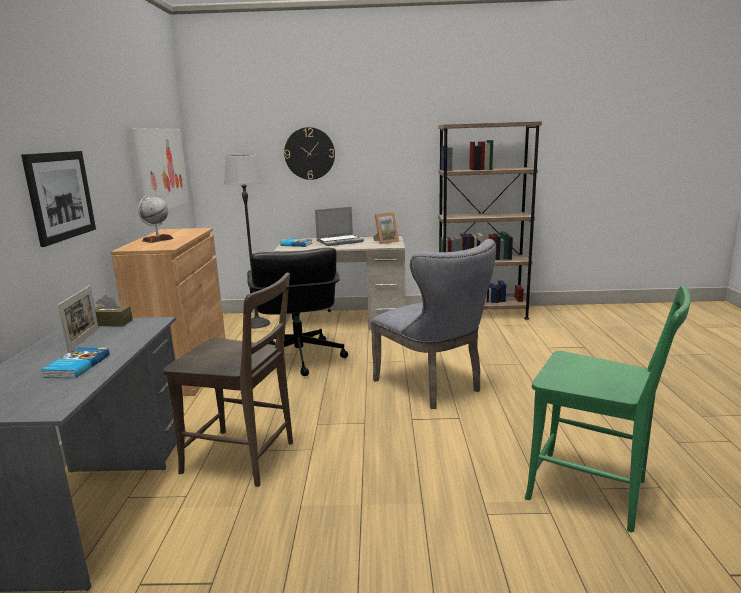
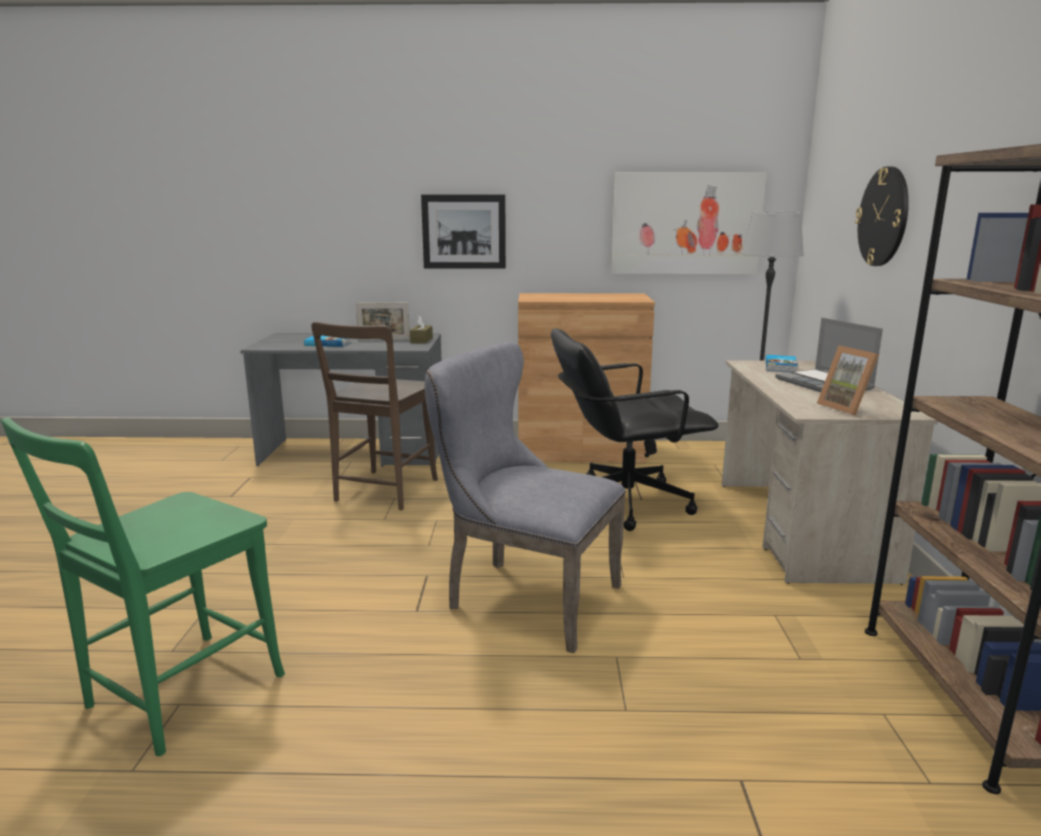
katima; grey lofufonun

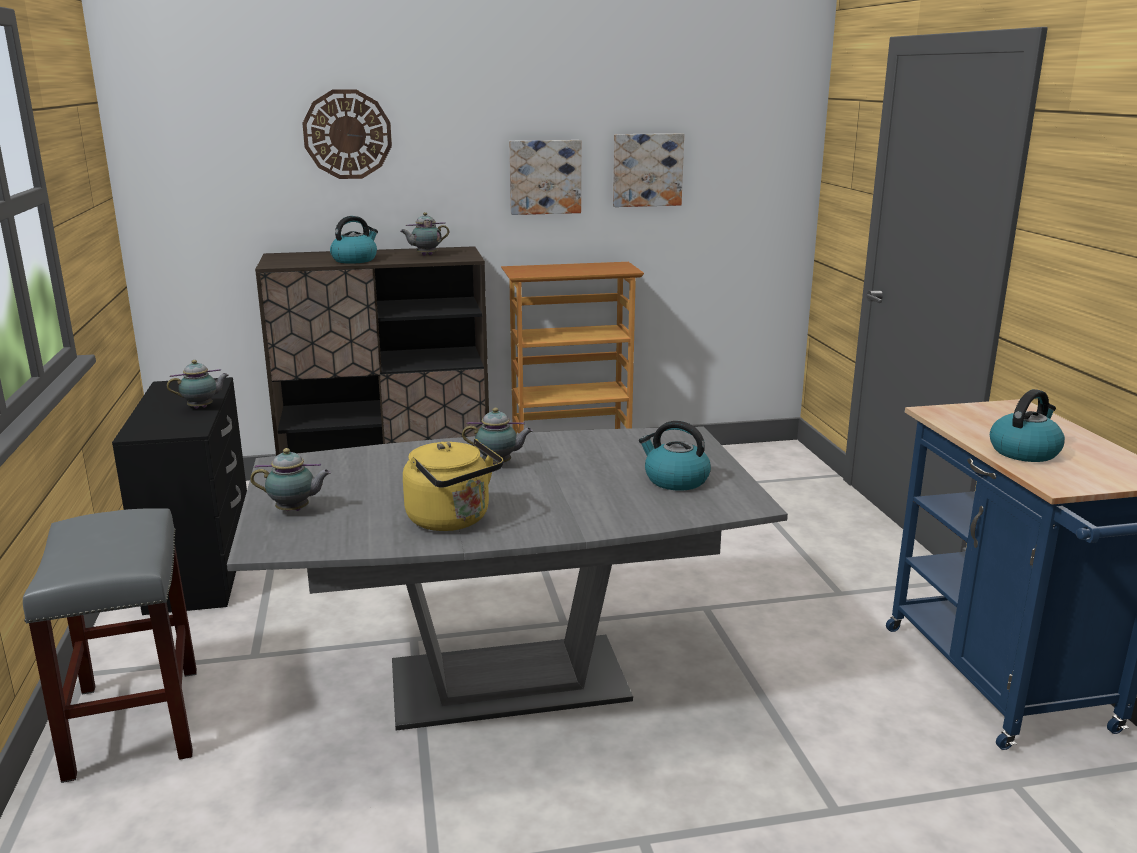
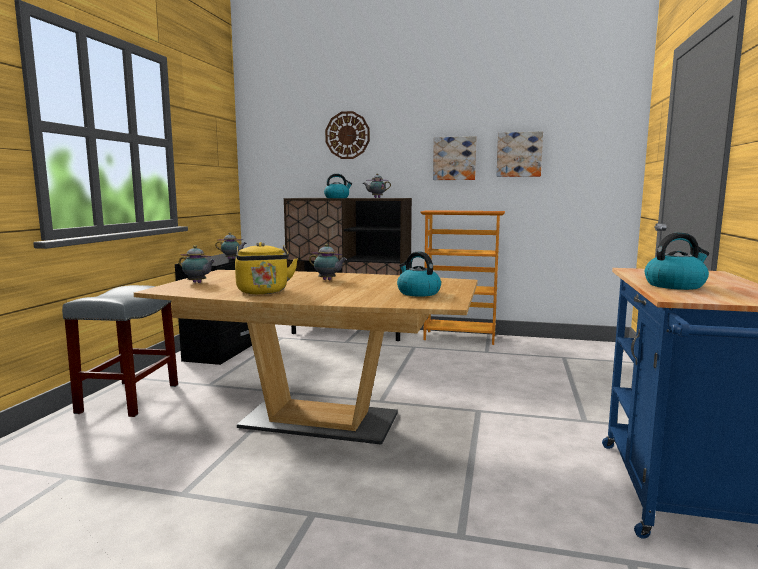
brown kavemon

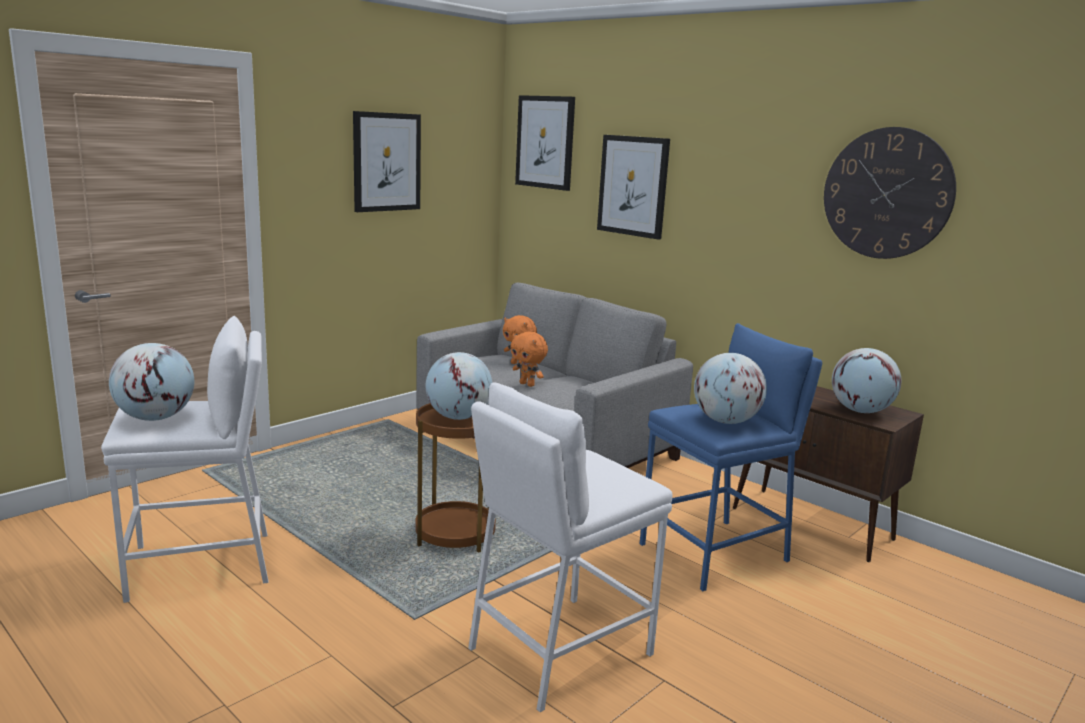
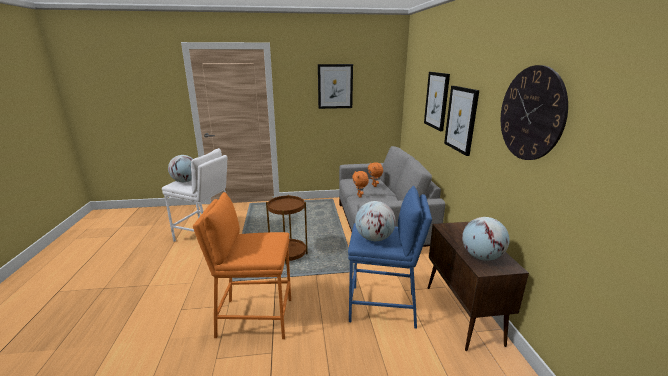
katima (no. 2 from left in the first image); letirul (no. 3 from left); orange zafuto

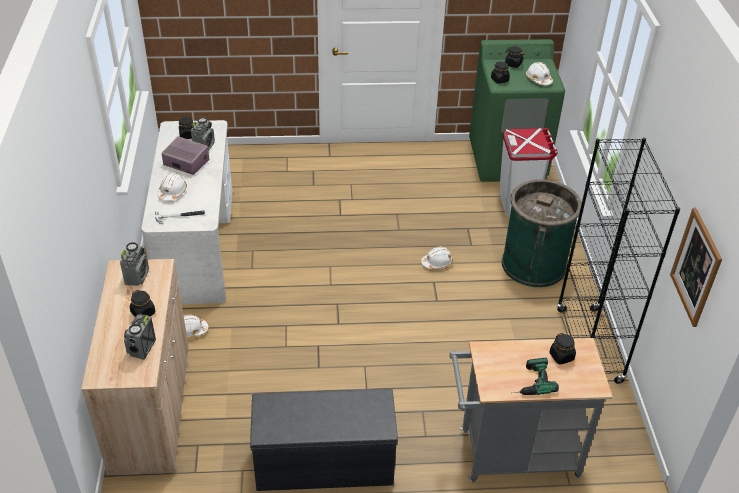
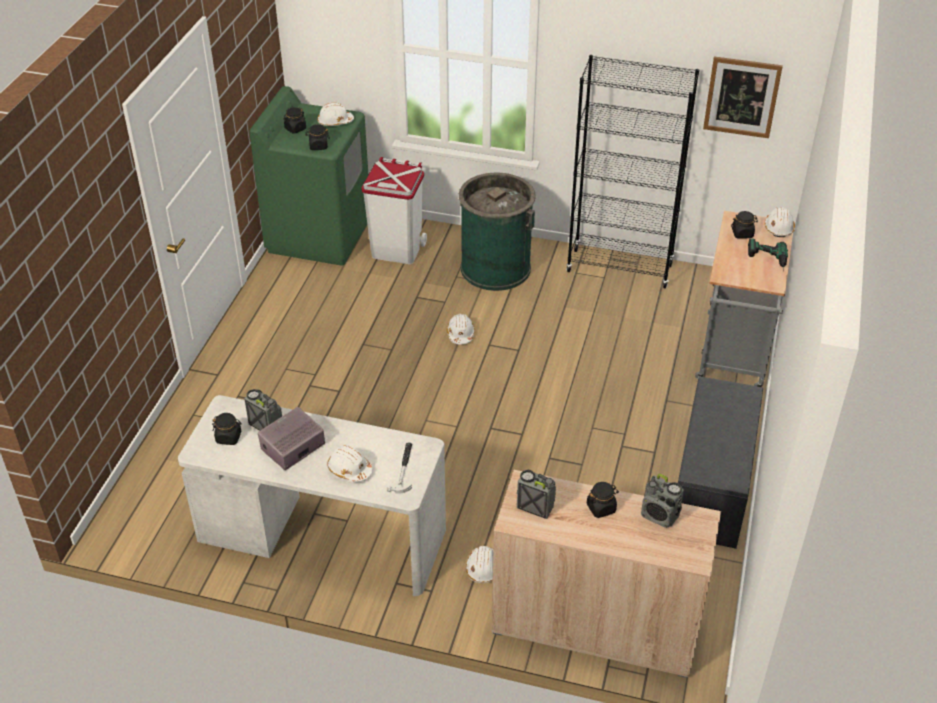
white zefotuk (no. 5 from left)

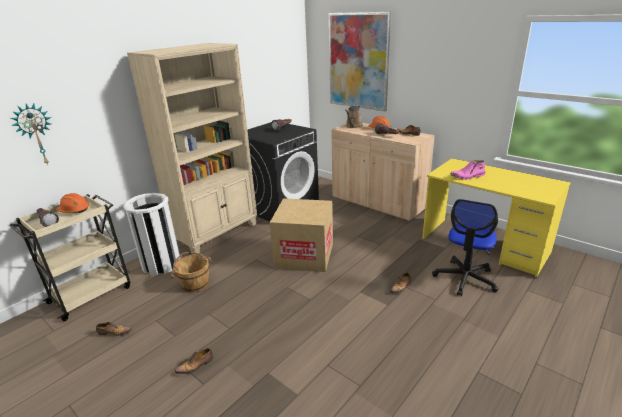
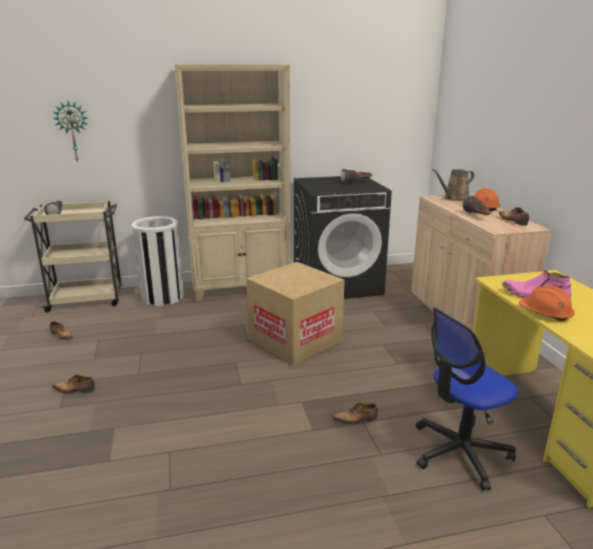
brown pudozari; letirul; orange zefotuk (no. 2 from left)

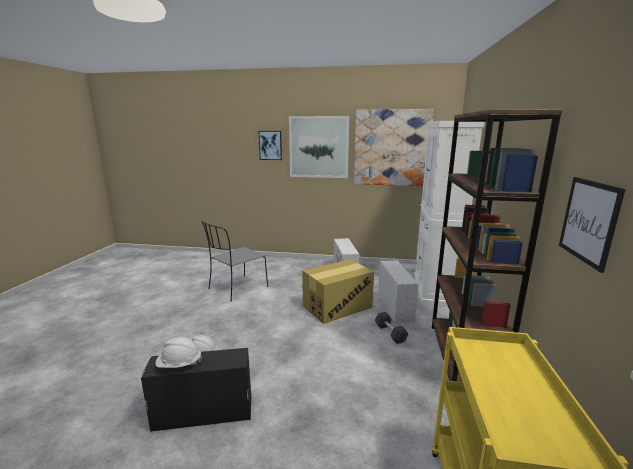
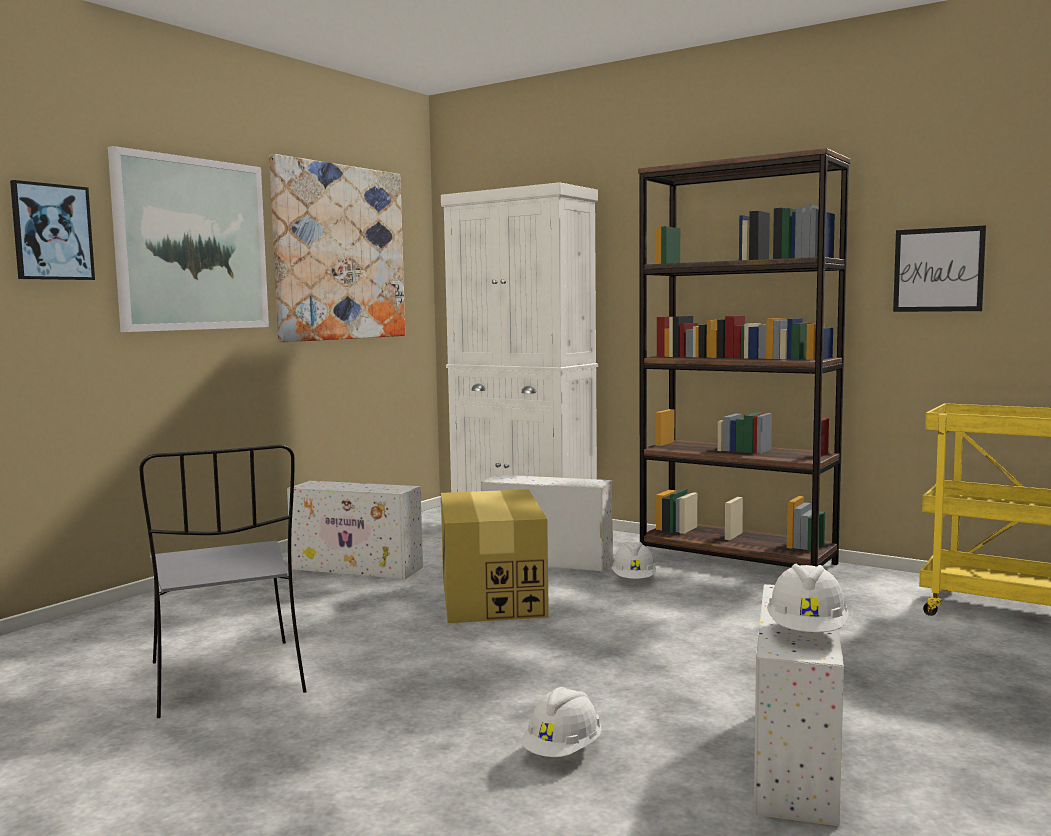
white zefotuk (no. 2 from left); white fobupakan (no. 3 from left)

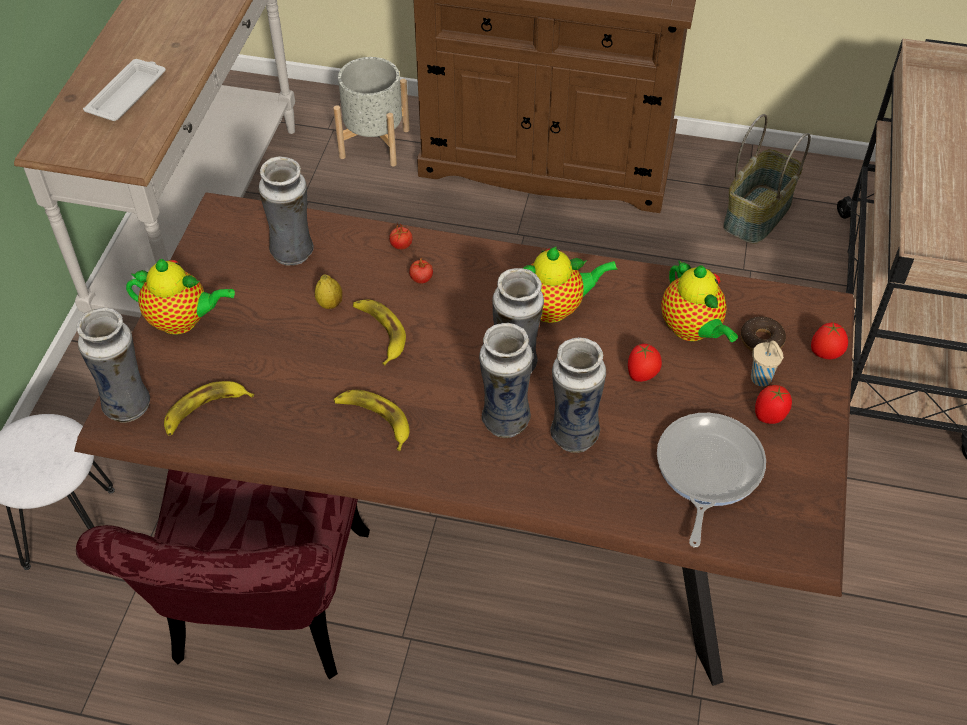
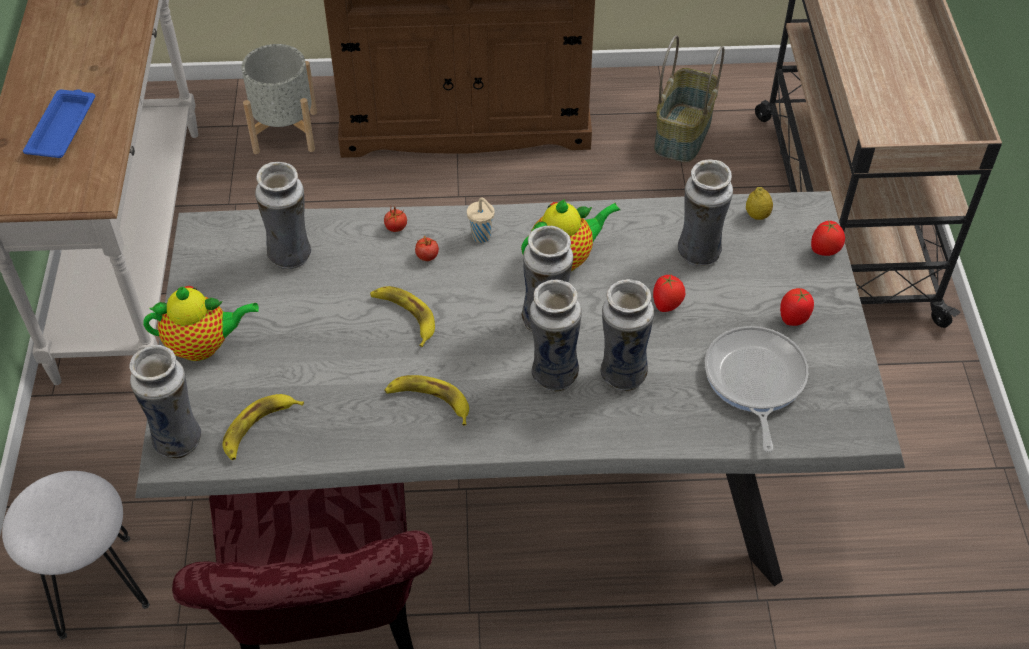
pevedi; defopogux; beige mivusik; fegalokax (no. 6 from left); grey kavemon; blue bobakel

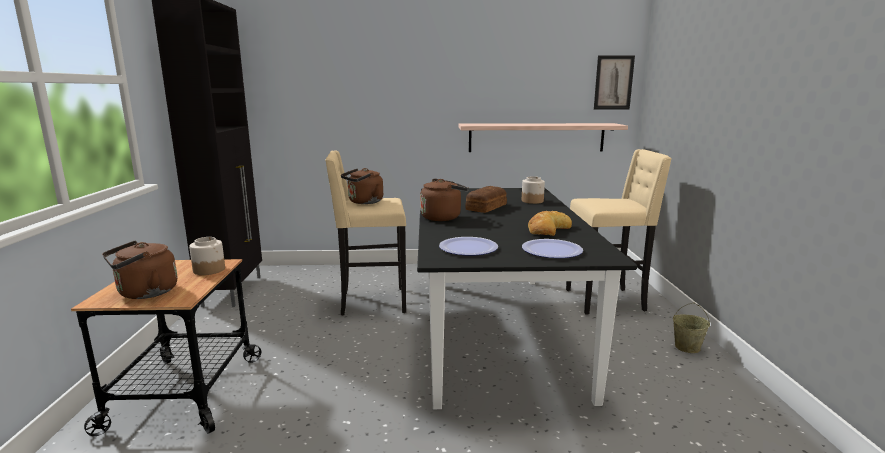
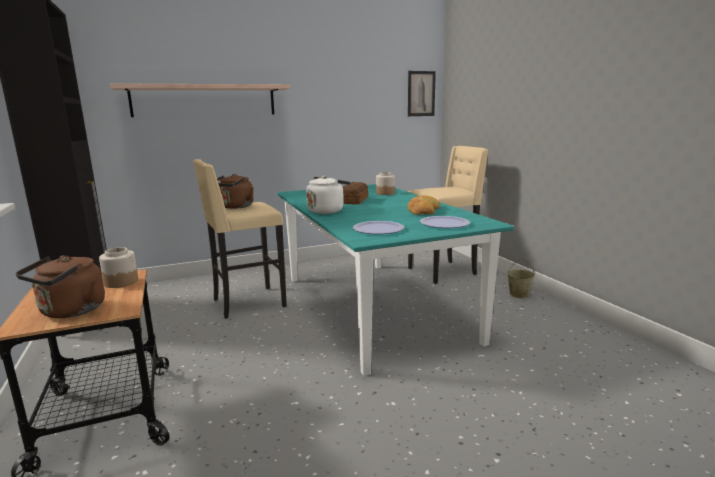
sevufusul; turquoise kavemon; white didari

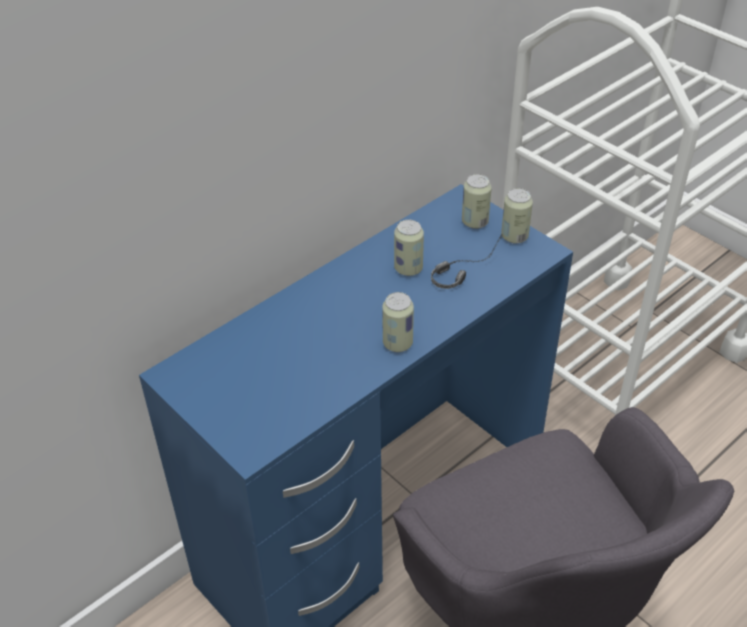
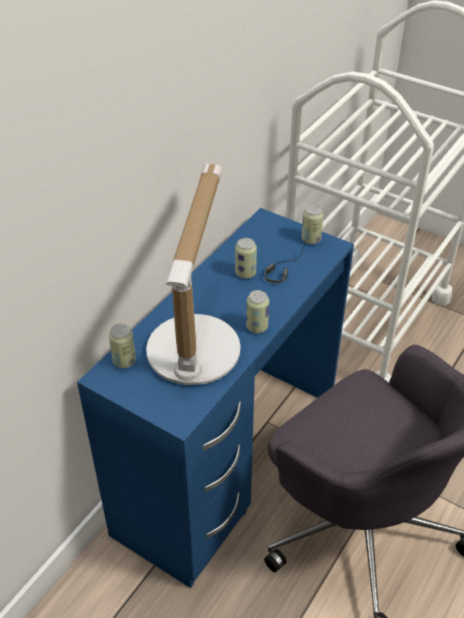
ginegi; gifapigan (no. 1 from left)

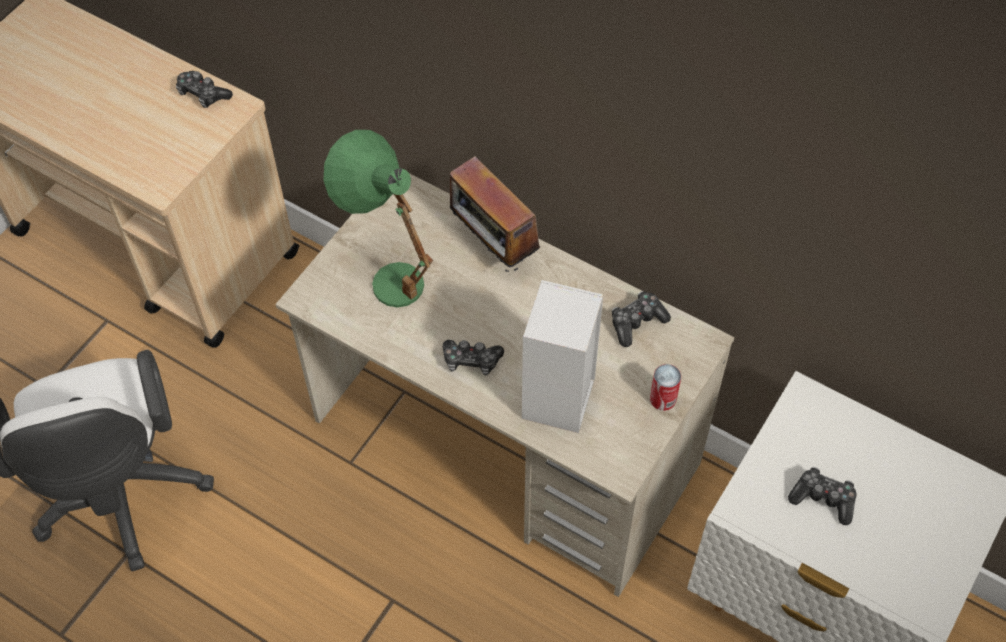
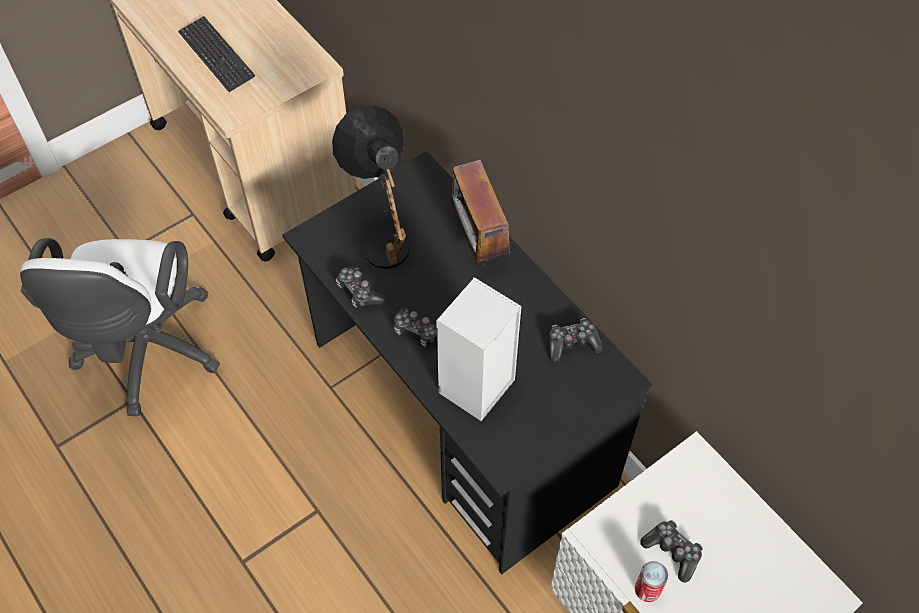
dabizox; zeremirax (no. 1 from left); gifapigan; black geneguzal; black ginegi

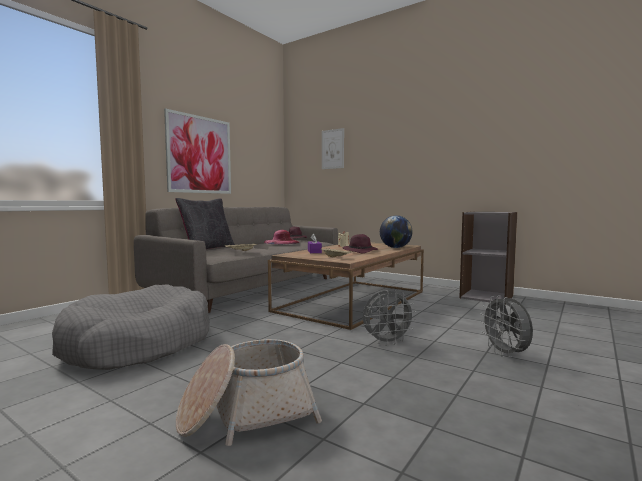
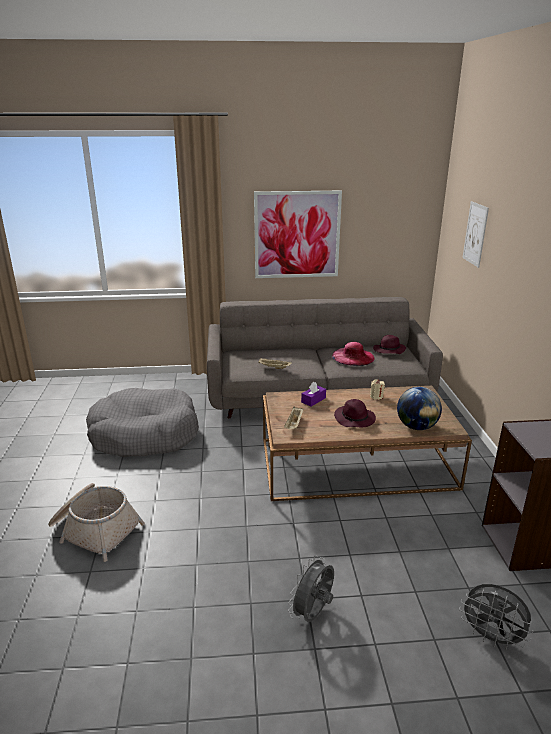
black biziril; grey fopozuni (no. 2 from left)

